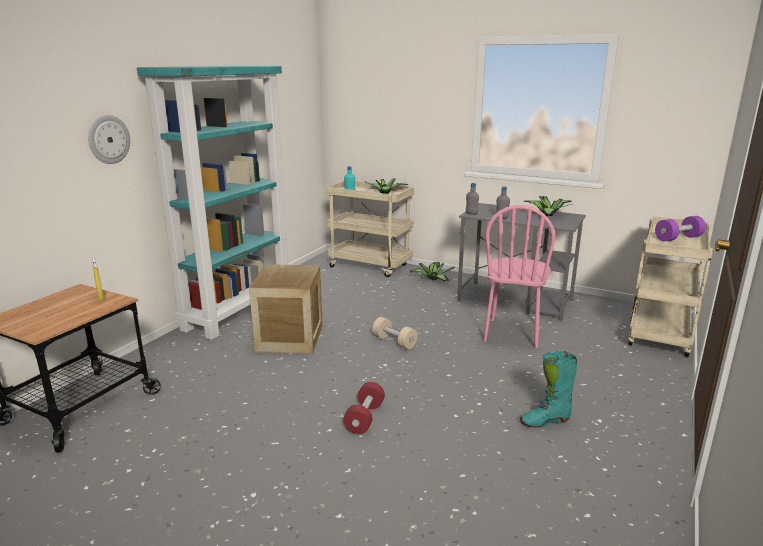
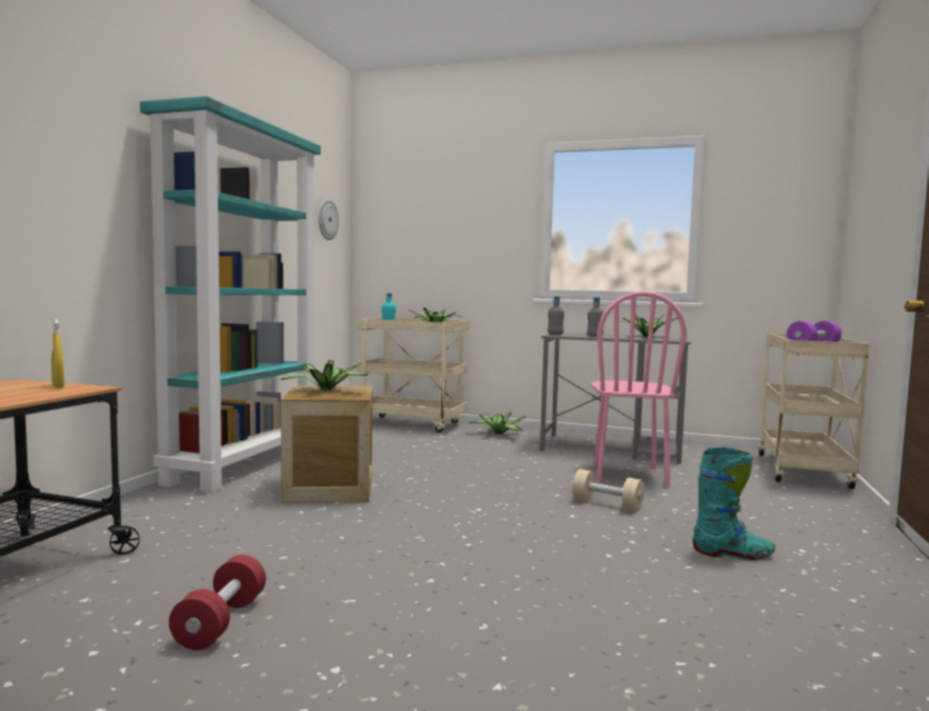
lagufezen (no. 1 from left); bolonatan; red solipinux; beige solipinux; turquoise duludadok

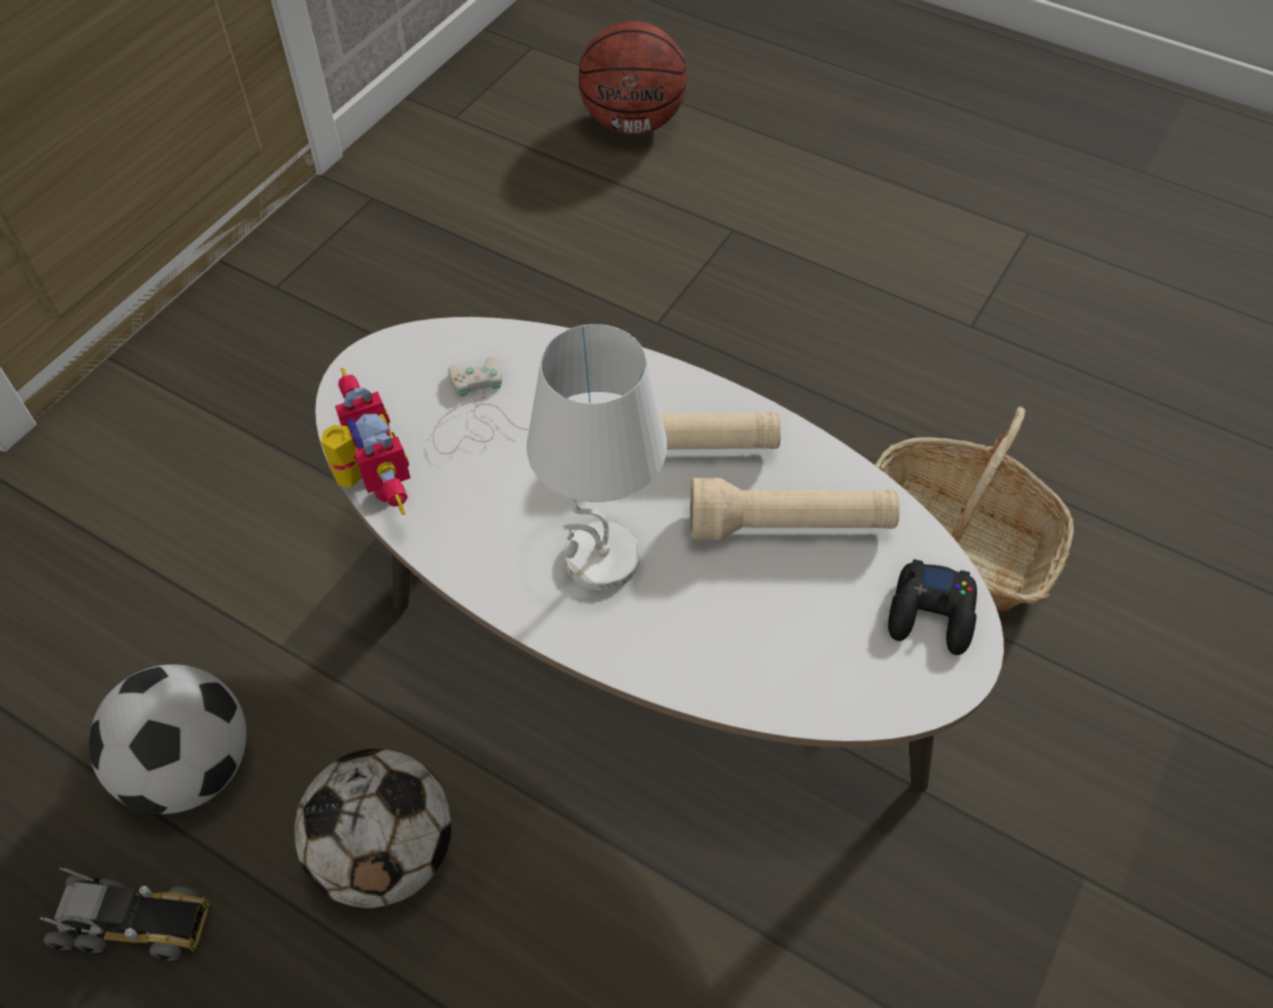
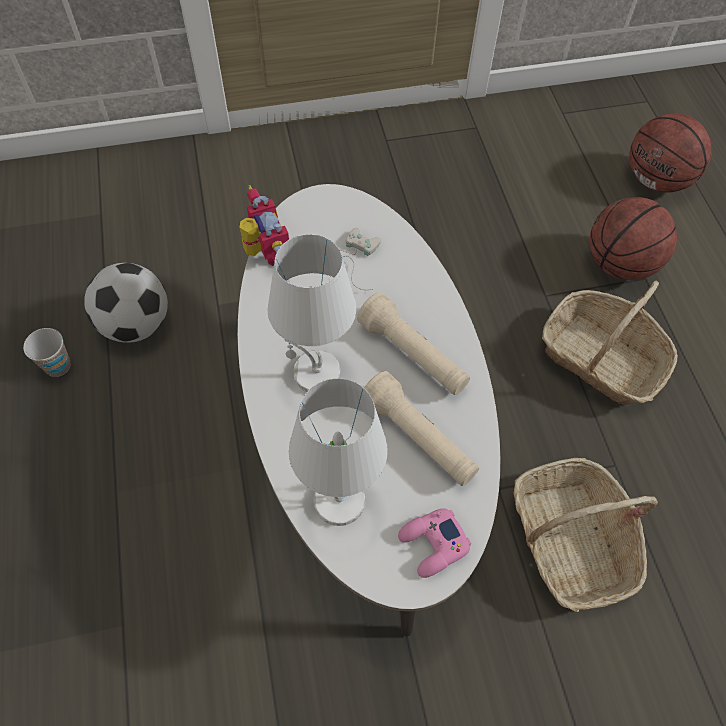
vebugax (no. 2 from left in the first image); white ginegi (no. 2 from left); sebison (no. 2 from left); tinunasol (no. 1 from left); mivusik; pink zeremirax; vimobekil

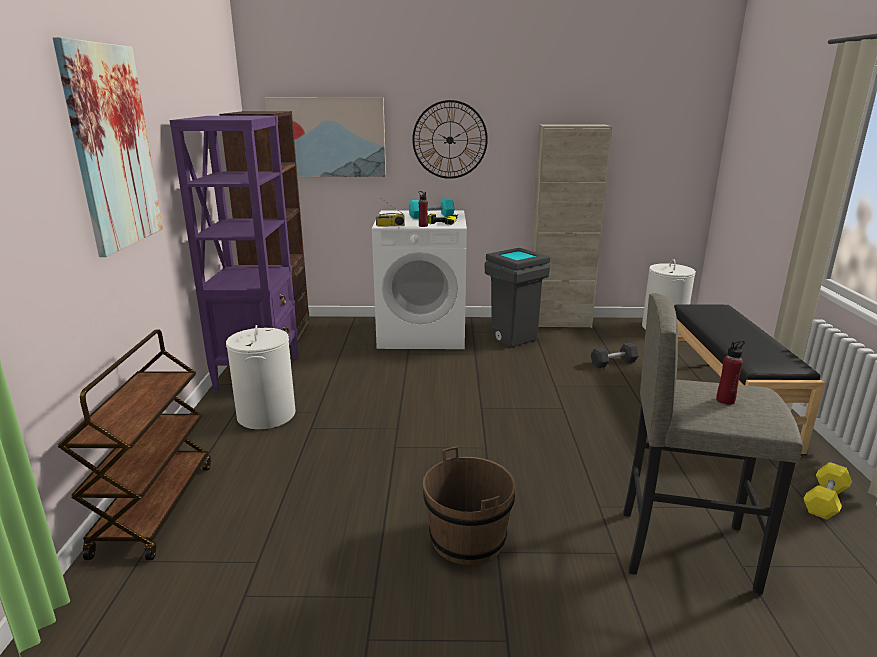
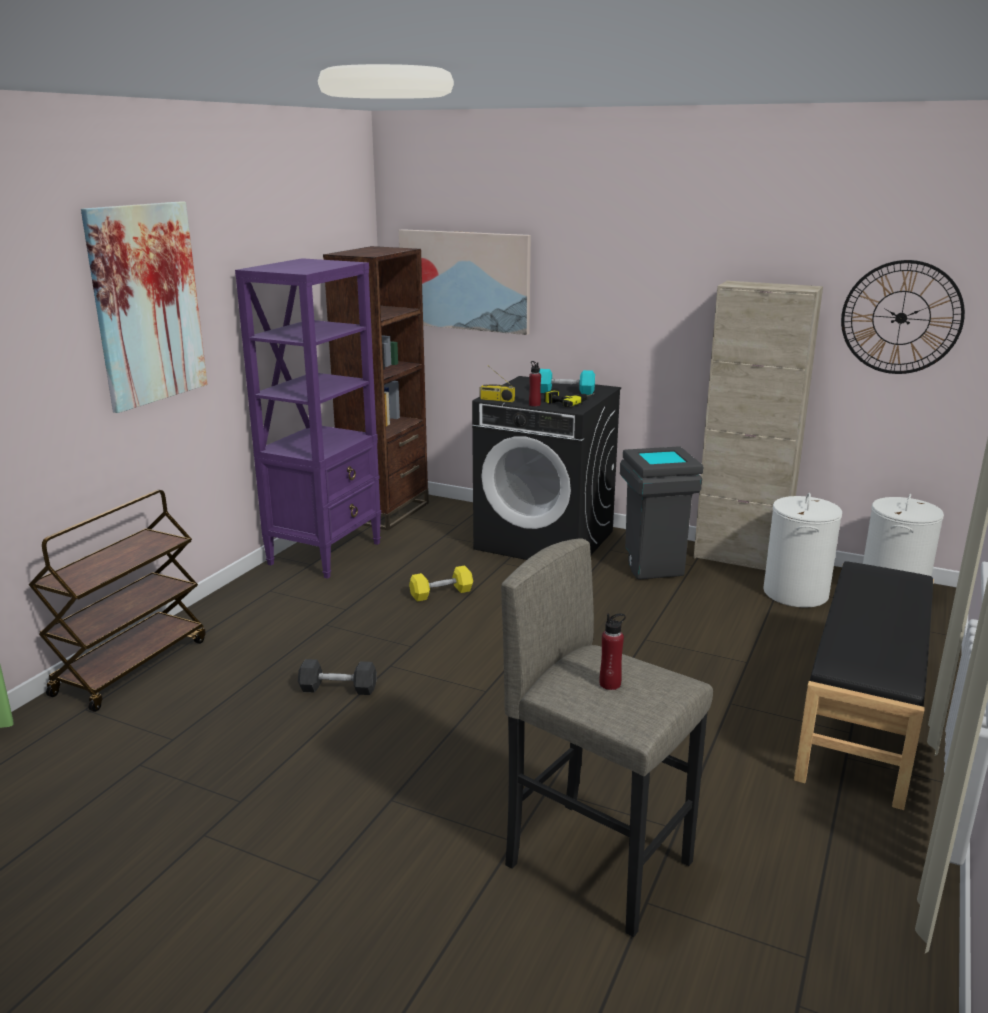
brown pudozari; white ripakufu (no. 1 from left); bolonatan; grey solipinux; yellow solipinux; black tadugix

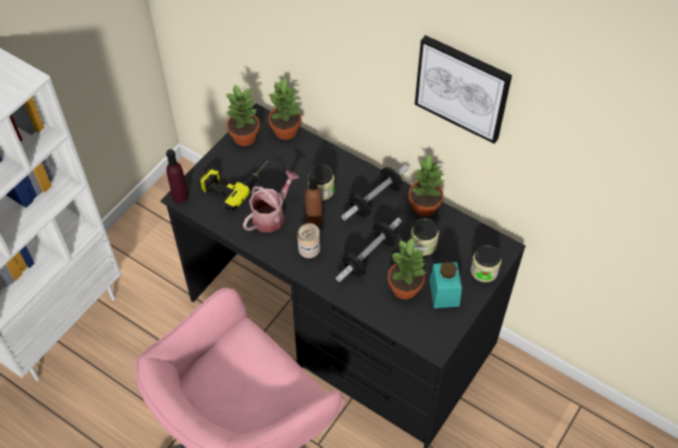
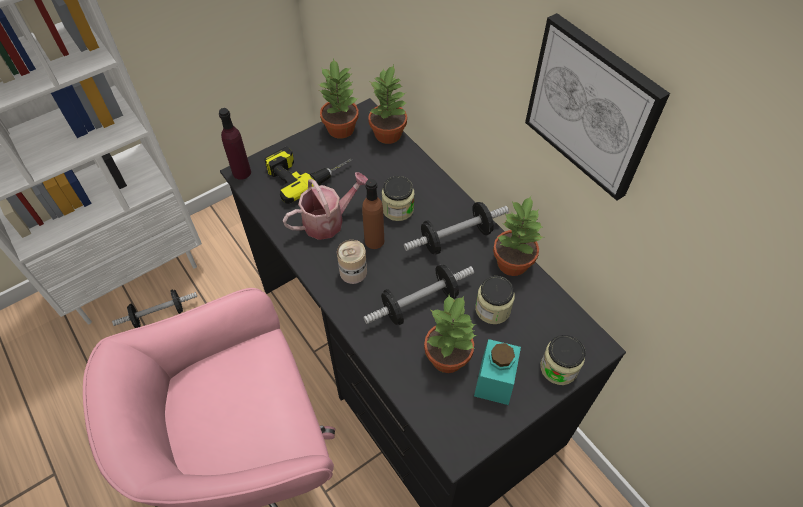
solipinux (no. 1 from left)

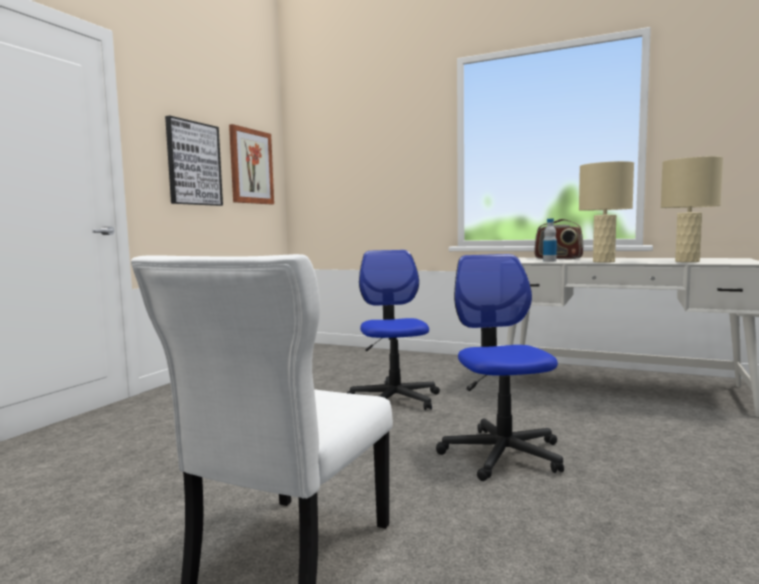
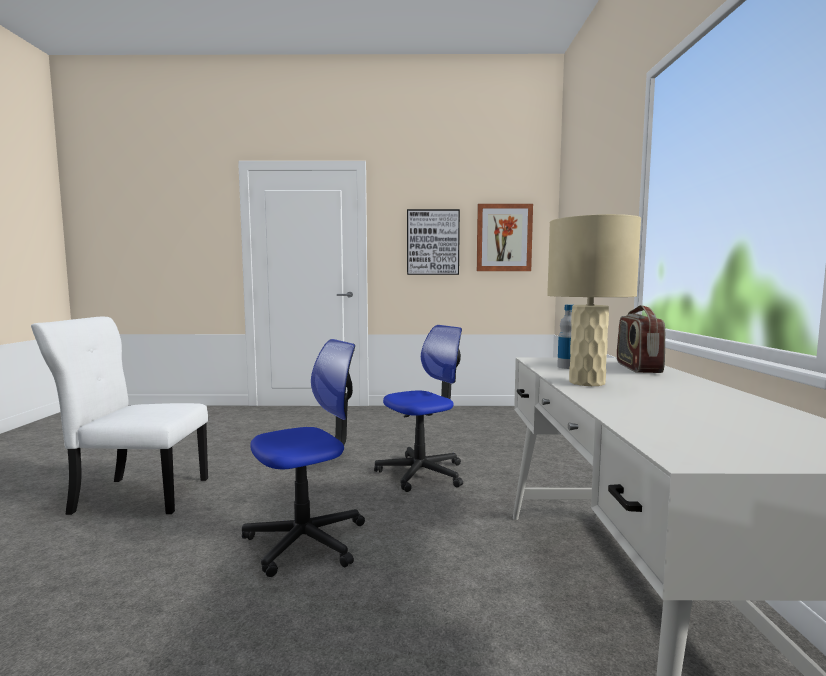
beige ginegi (no. 2 from left in the first image)

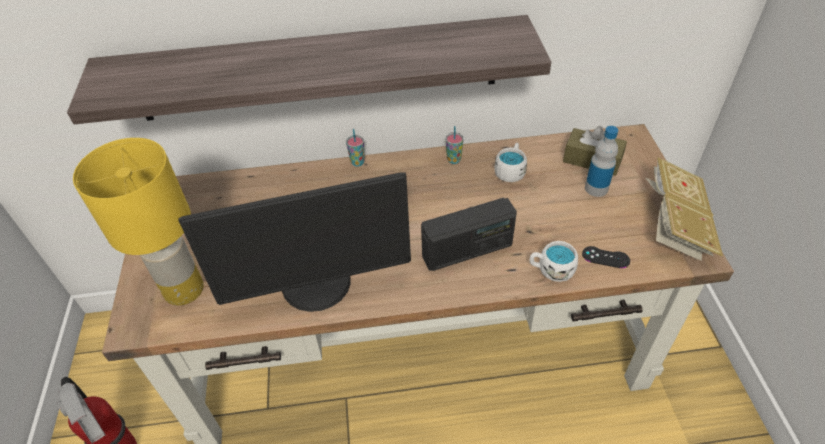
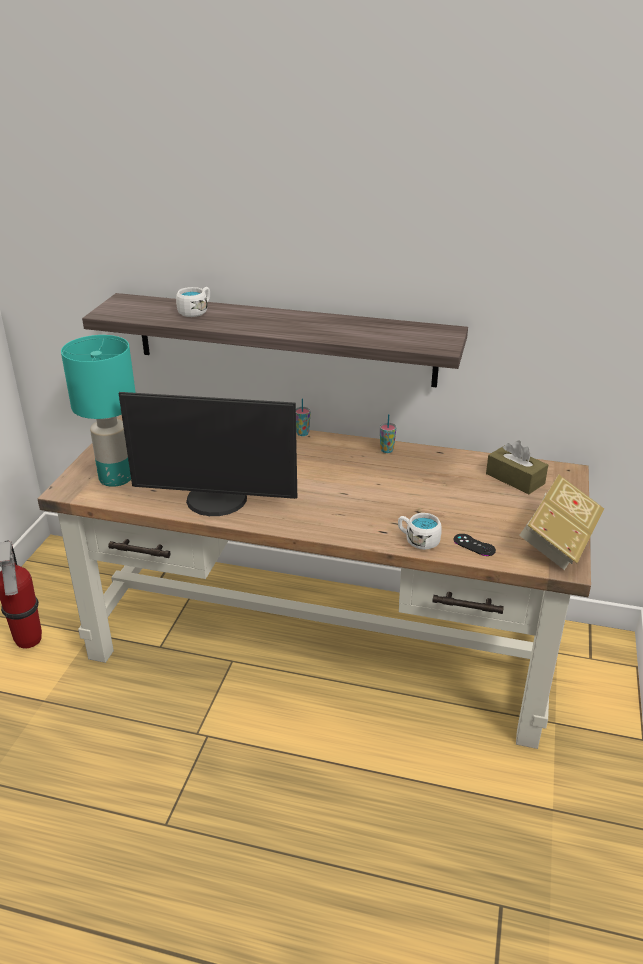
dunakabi; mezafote; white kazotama (no. 1 from left); turquoise ginegi

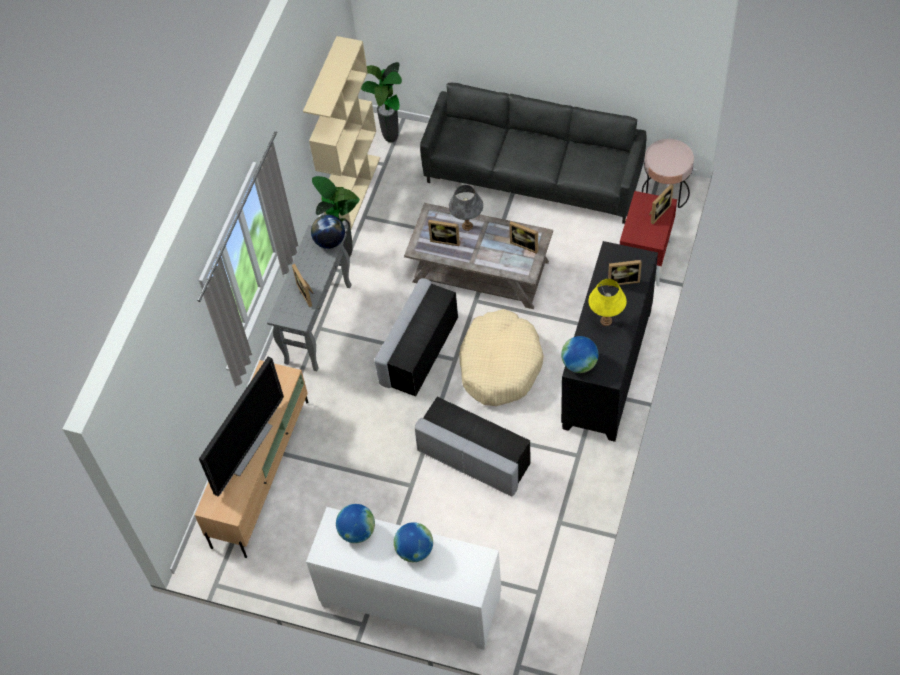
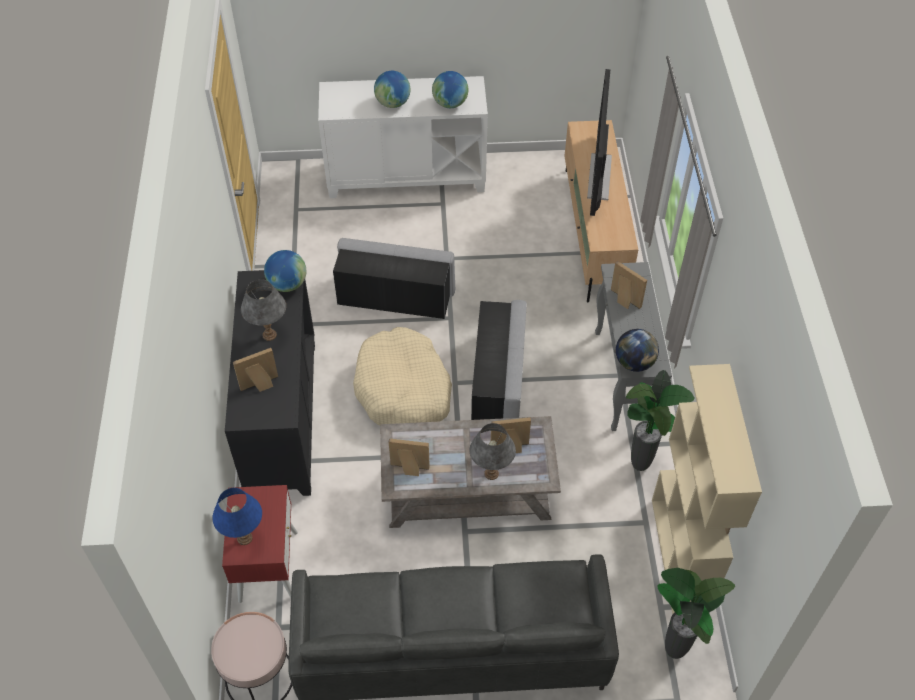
blue ginegi; grey ginegi (no. 1 from left)

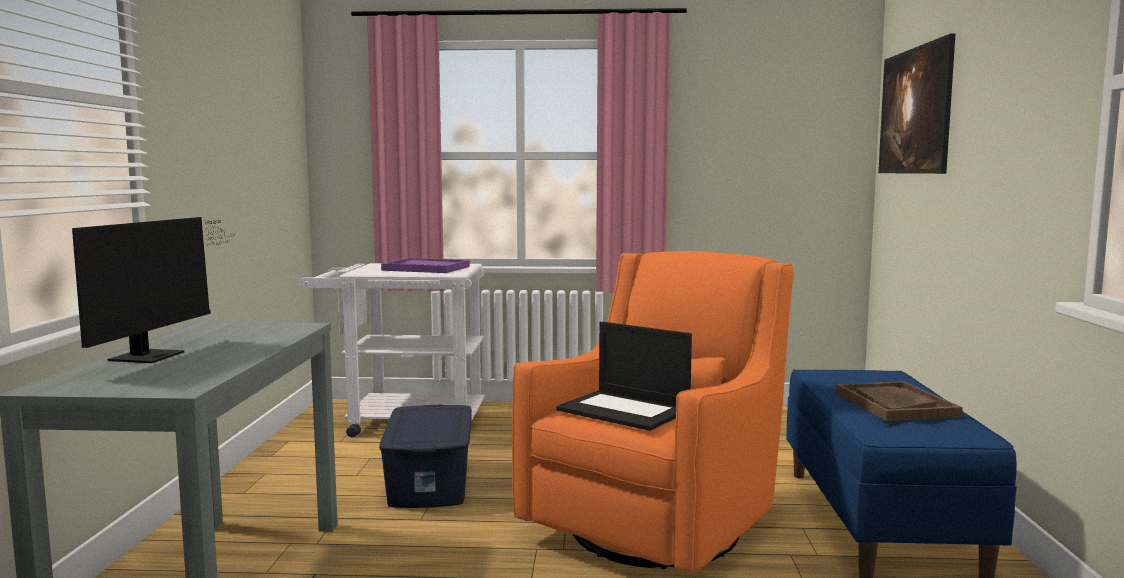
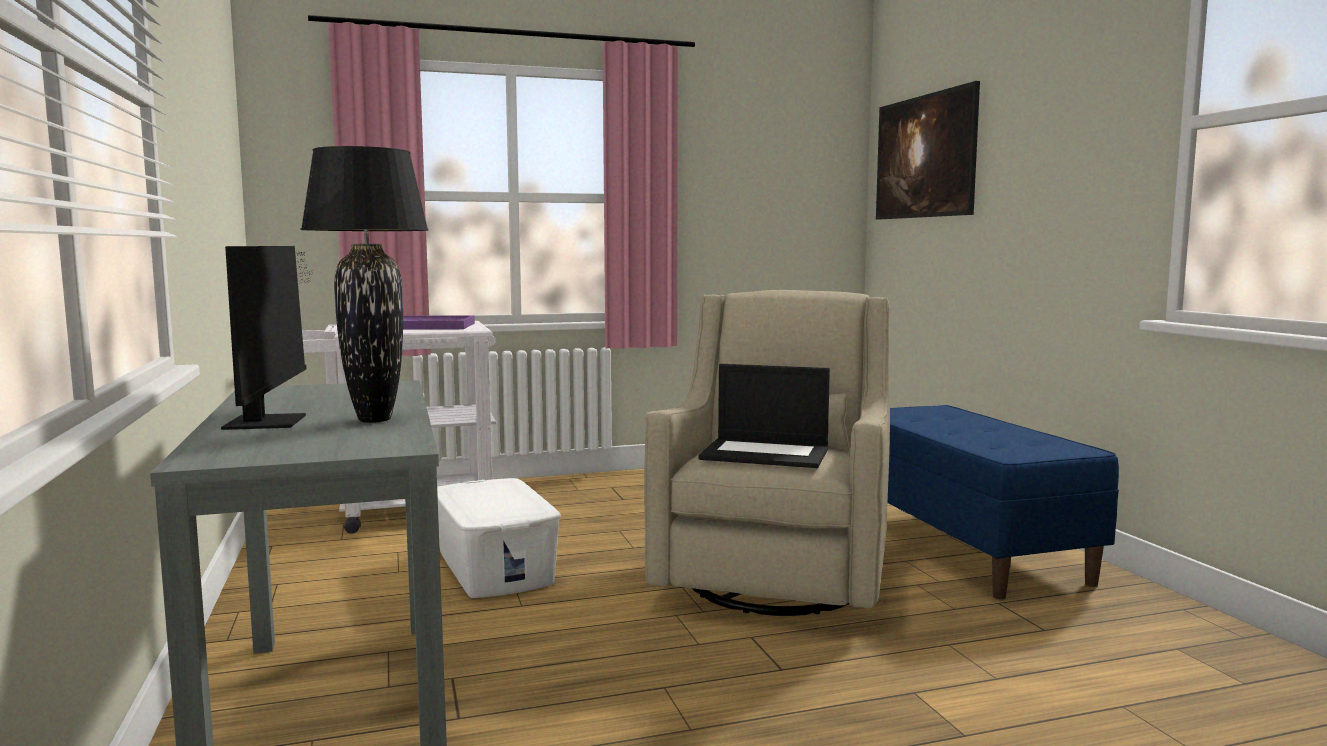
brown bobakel; black ginegi; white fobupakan; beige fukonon

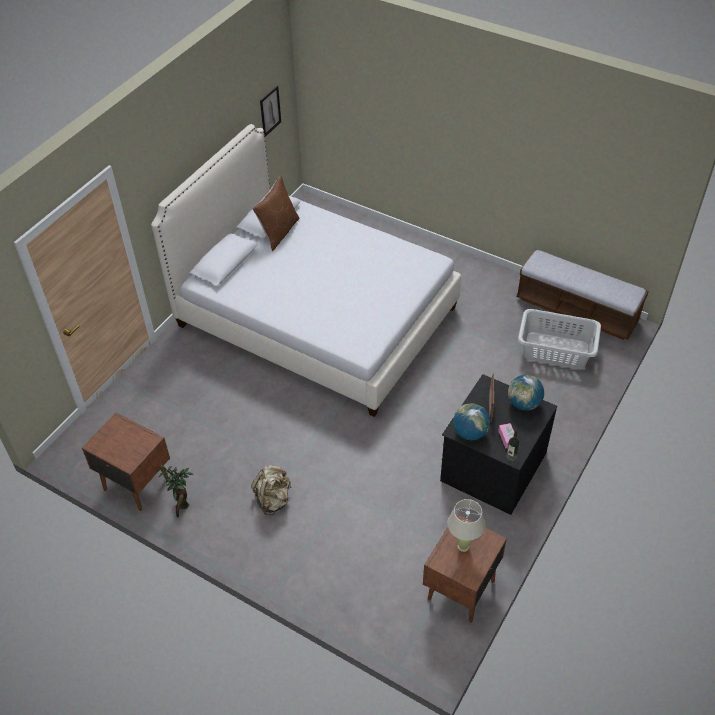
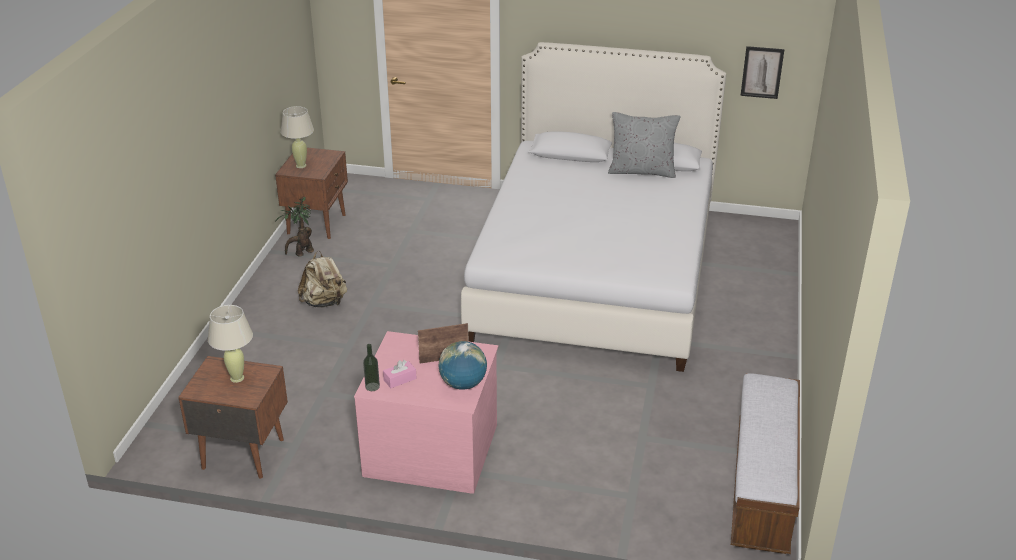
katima (no. 1 from left in the first image); grey ripakufu; beige ginegi (no. 2 from left); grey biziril; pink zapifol

